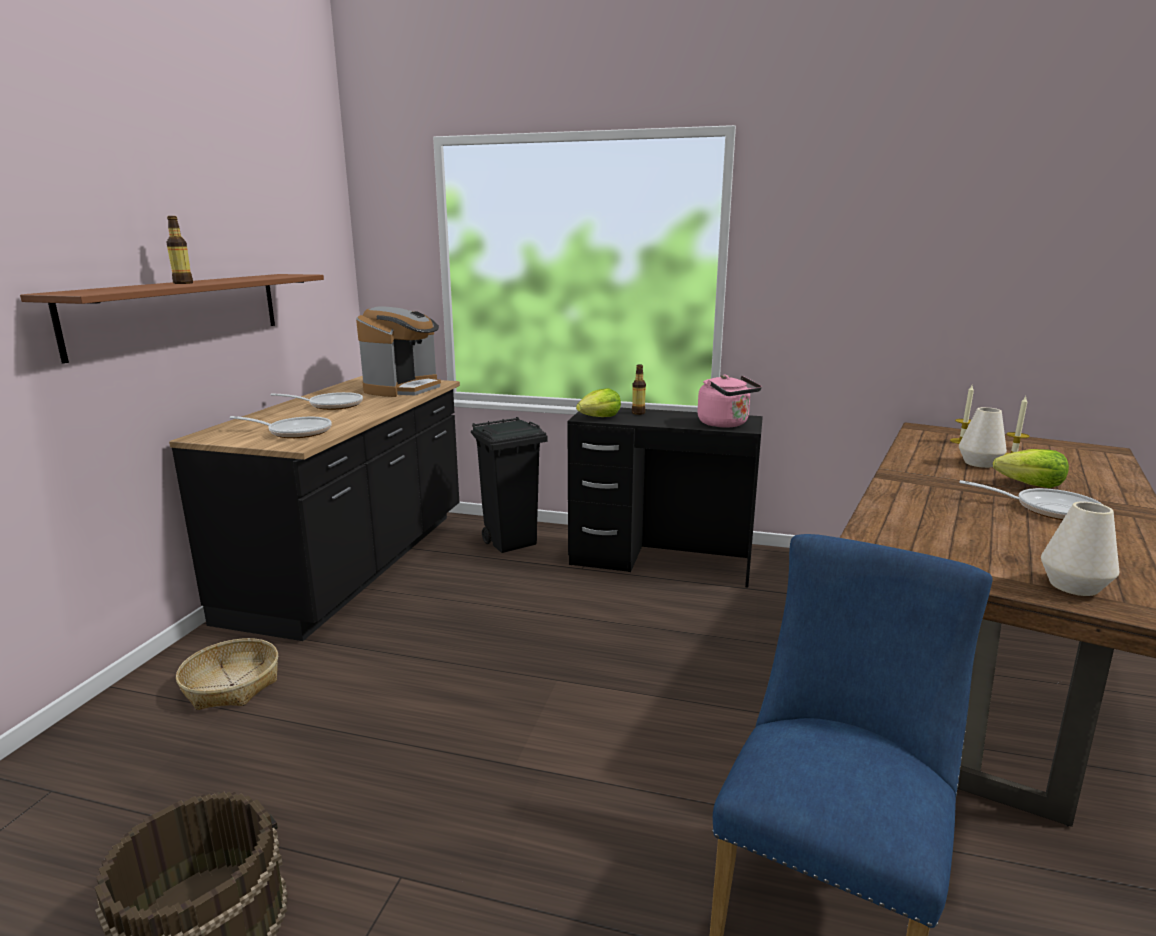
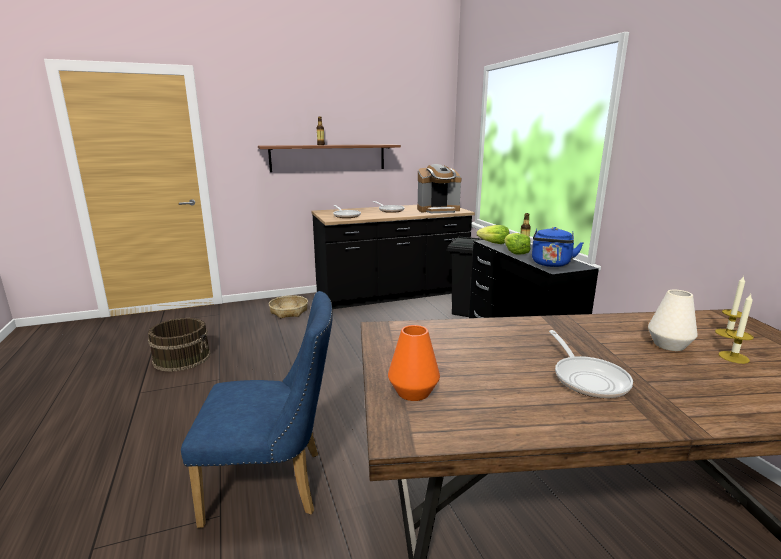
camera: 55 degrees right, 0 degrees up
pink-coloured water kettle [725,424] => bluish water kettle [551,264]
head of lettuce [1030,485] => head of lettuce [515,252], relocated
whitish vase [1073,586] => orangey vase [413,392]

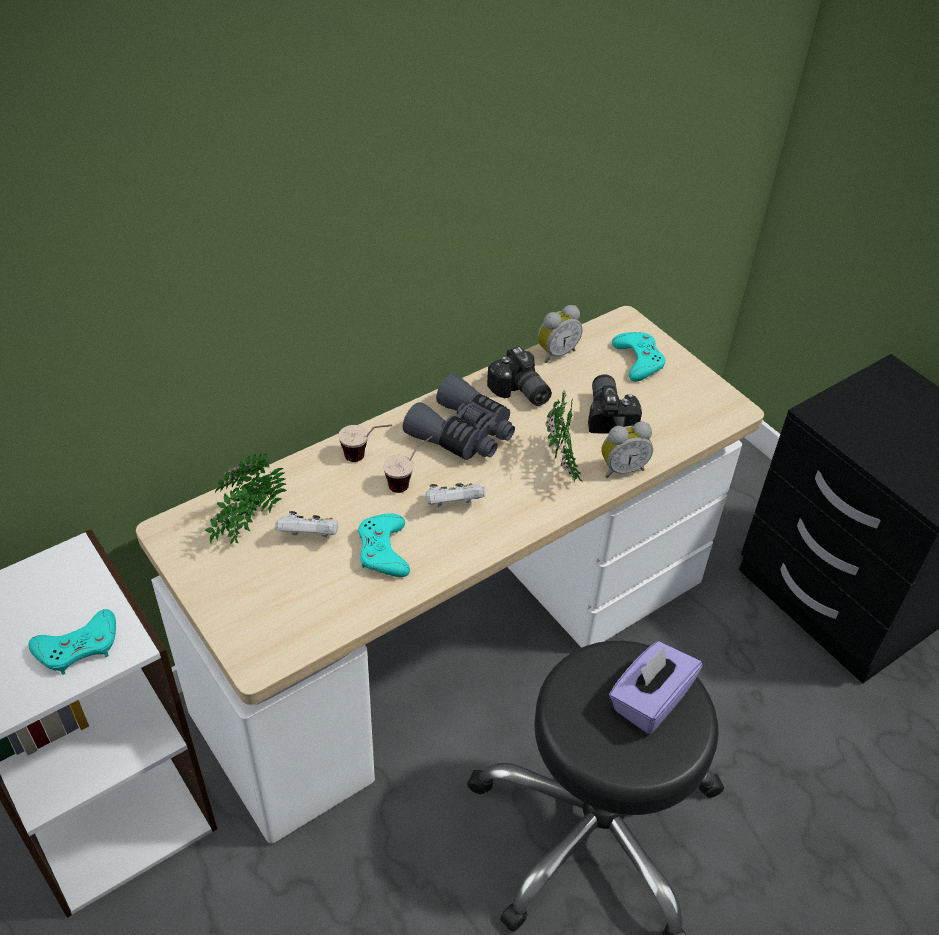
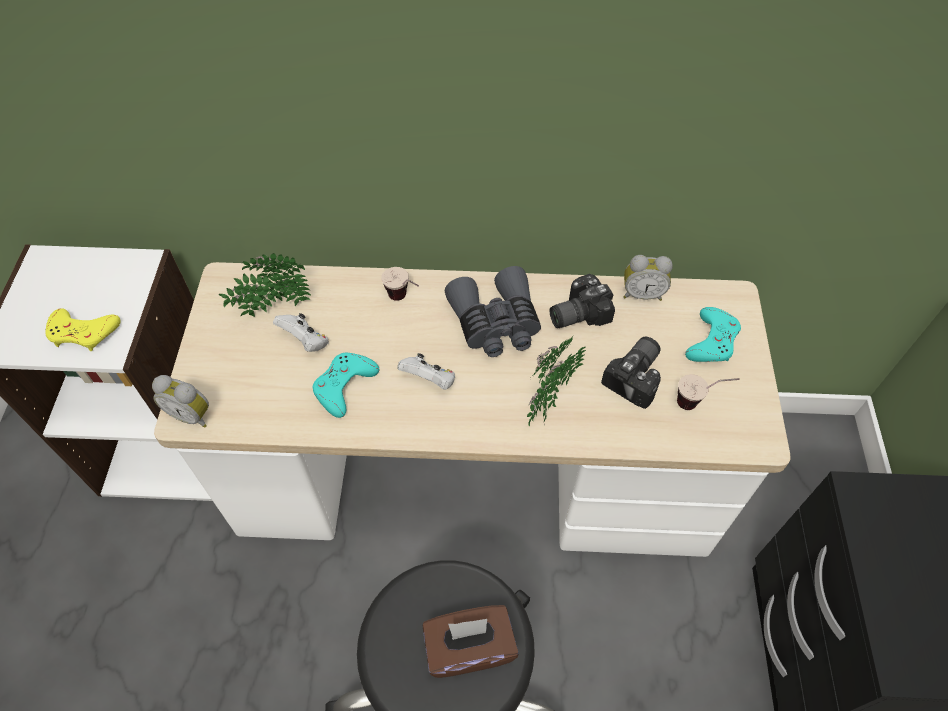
camera: 40 degrees right, 10 degrees up
turquoise gamepad [78,647] => yellow-coloured gamepad [83,332]
drinking cup [409,481] => drinking cup [699,402], relocated
still camera [519,392] => still camera [576,312], 60 degrees clockwise
table clock [622,468] => table clock [192,414], relocated
purple tissue box [649,700] => brown-coloured tissue box [469,648]

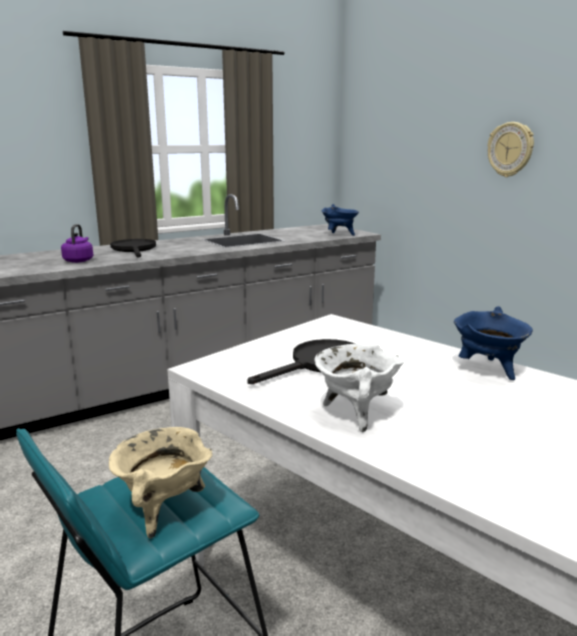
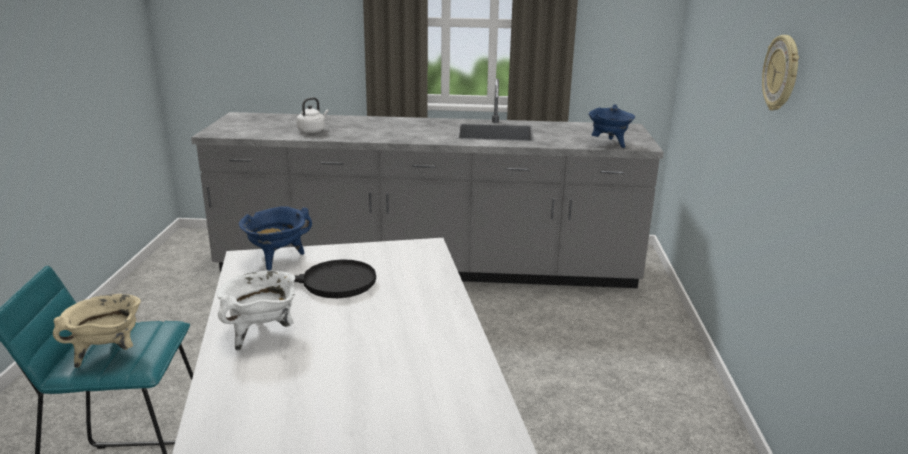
camera: 35 degrees right, 5 degrees up
purple water kettle [79,260] => whitish water kettle [312,131]
blackish pan [134,249] => nothing
bluish stockpot [488,370] => bluish stockpot [277,259], relocated

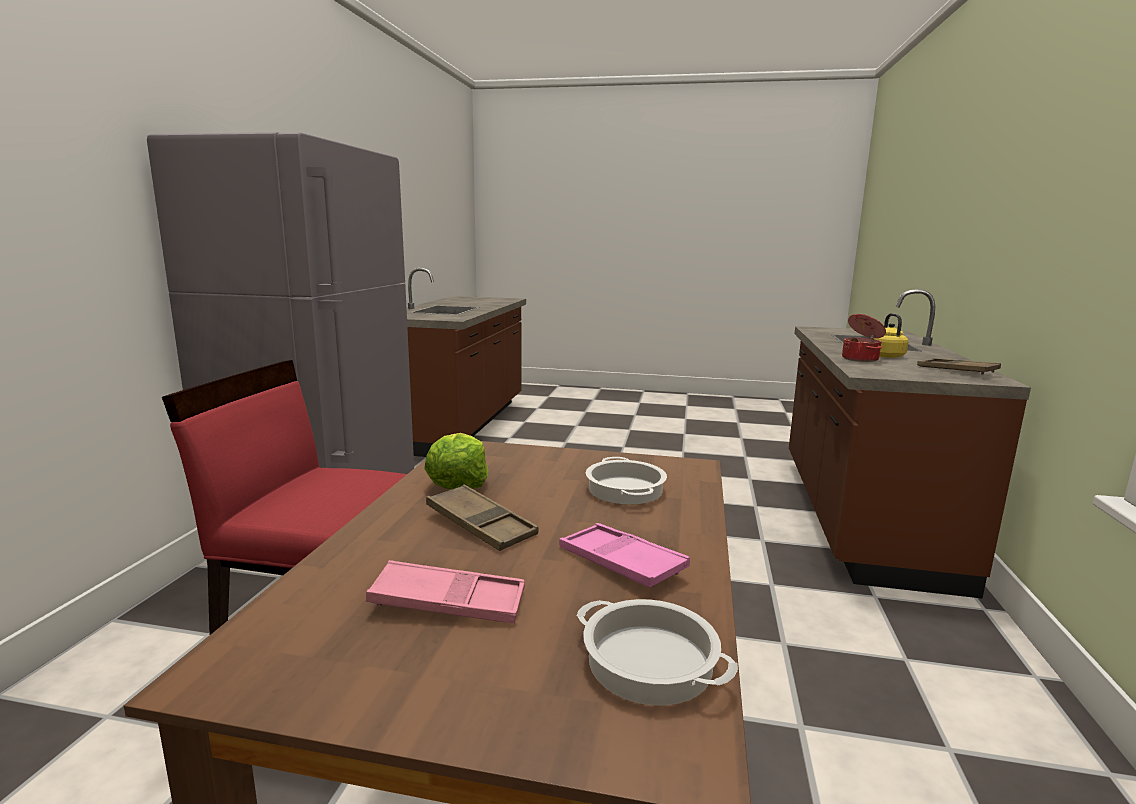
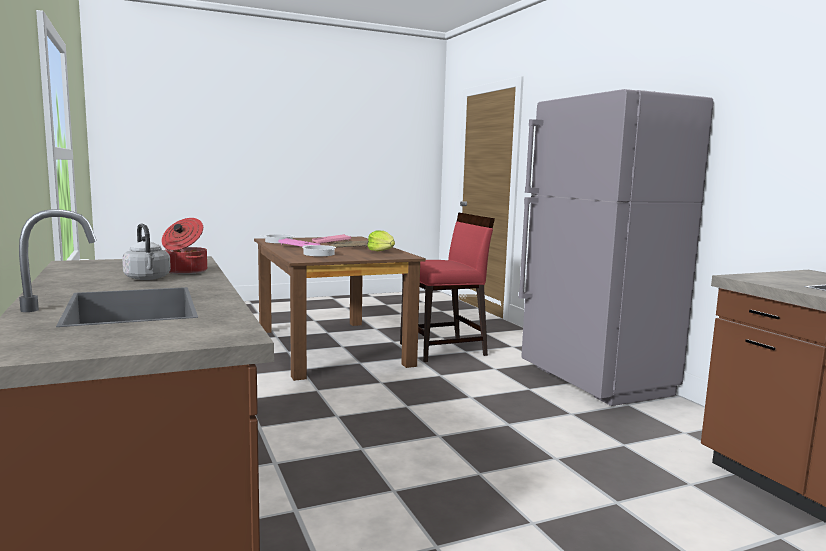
camera: 145 degrees right, 5 degrees down
yellow-coloured water kettle [885,356] => grey water kettle [148,278]
brown-coloured tray [956,370] => nothing

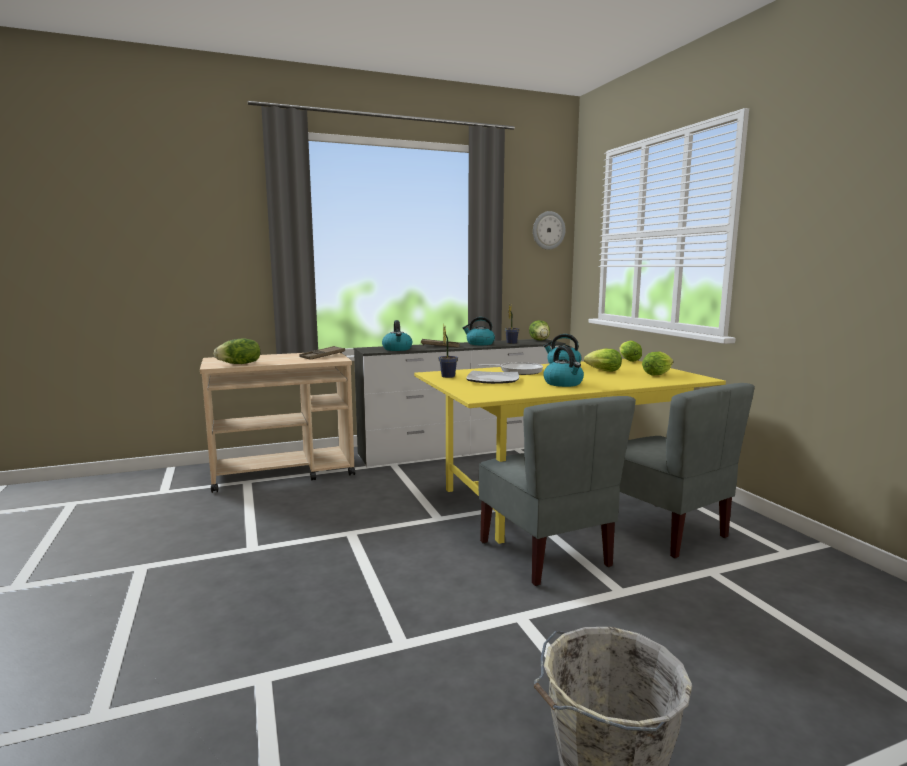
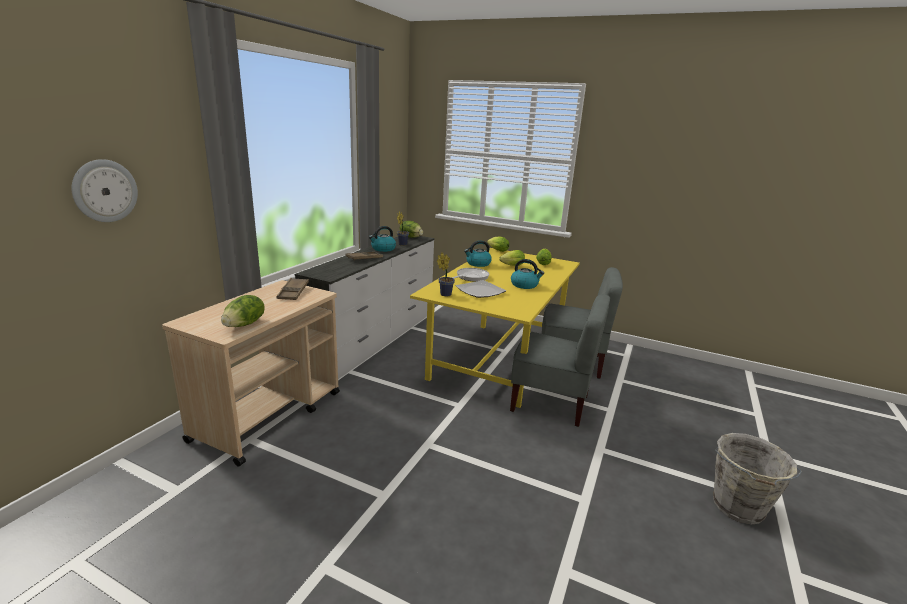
camera: 45 degrees left, 10 degrees up
water kettle [397,349] => nothing
wall clock [548,230] => wall clock [104,191], relocated

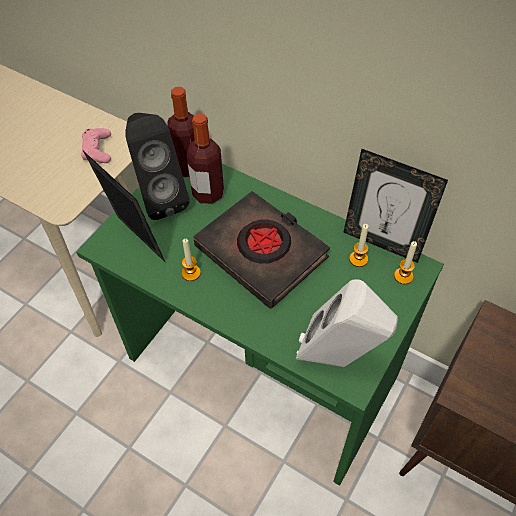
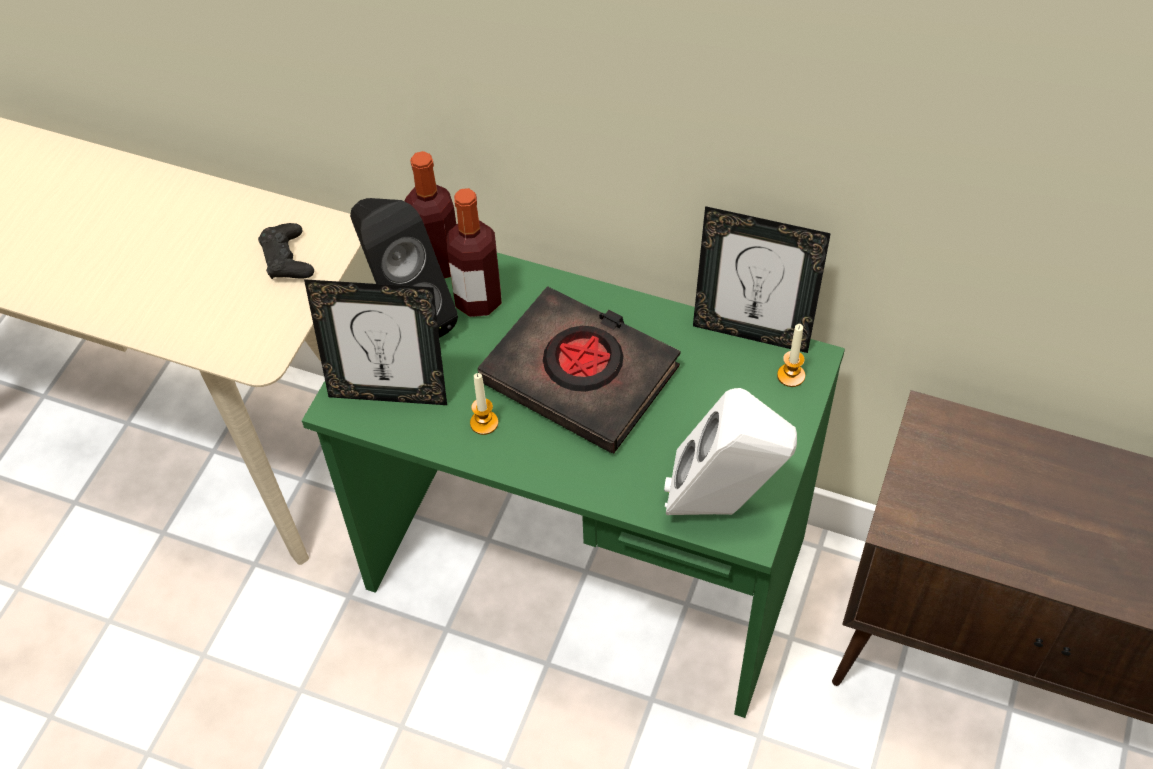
camera: 10 degrees left, 0 degrees up
pink-coloured gamepad [97,150] => blackish gamepad [287,259]
standing frame [136,243] => standing frame [389,393], 150 degrees clockwise
wax candle [358,259] => nothing

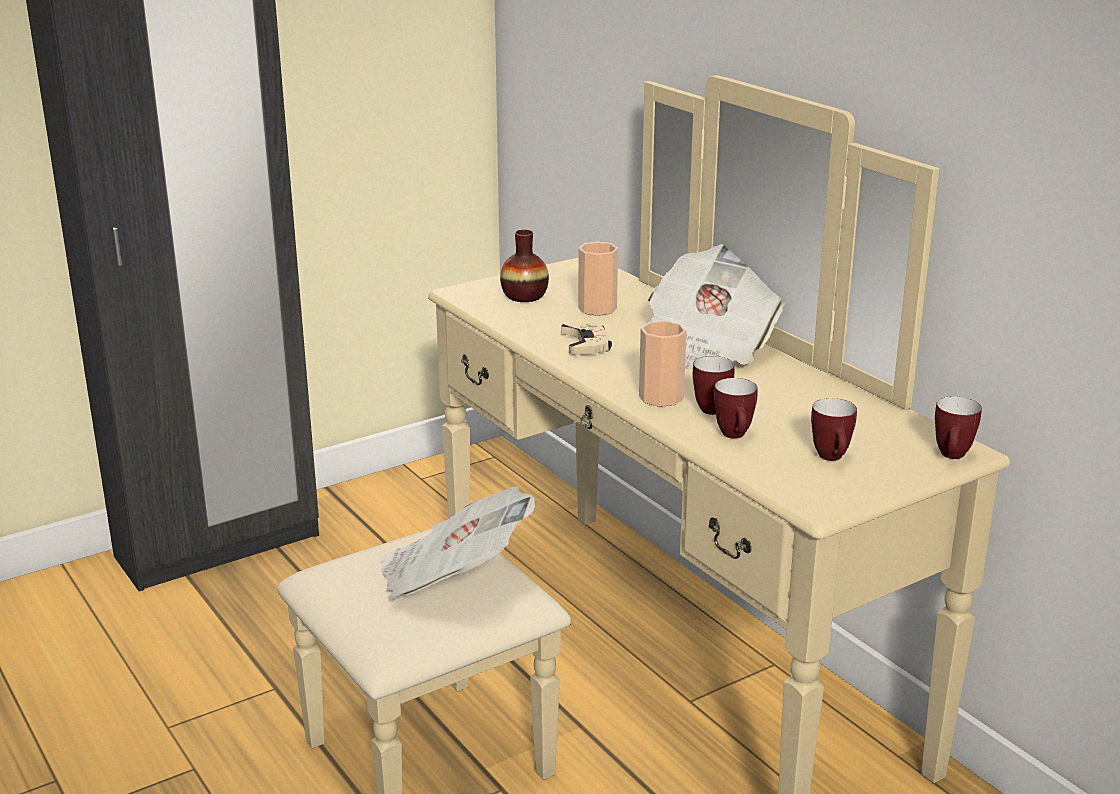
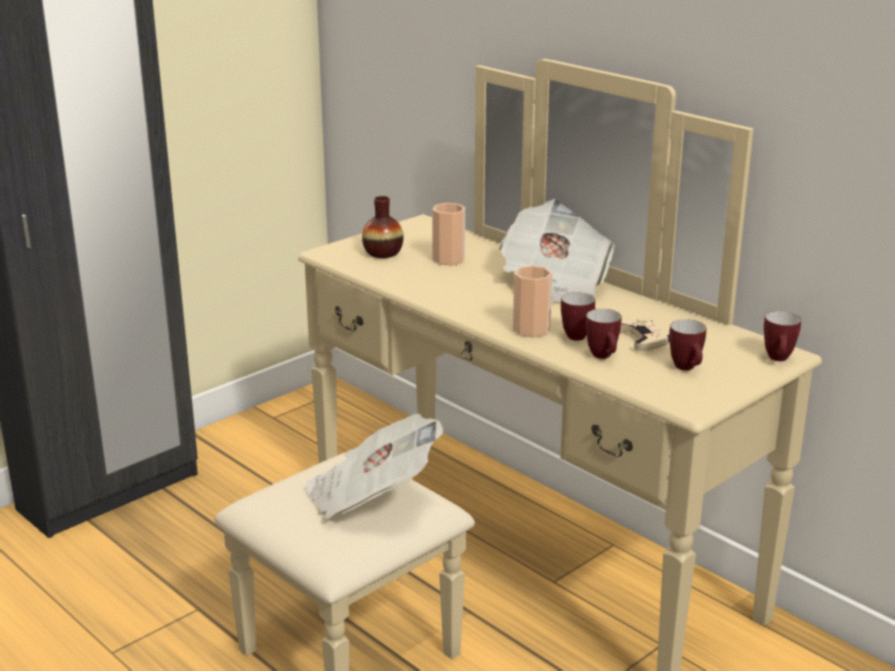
camera: 10 degrees left, 0 degrees up
beige gamepad [586,344] => beige gamepad [642,339], relocated

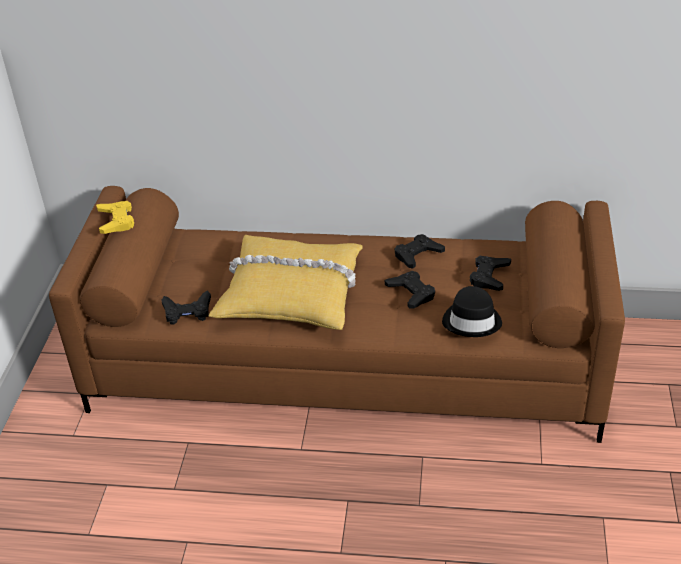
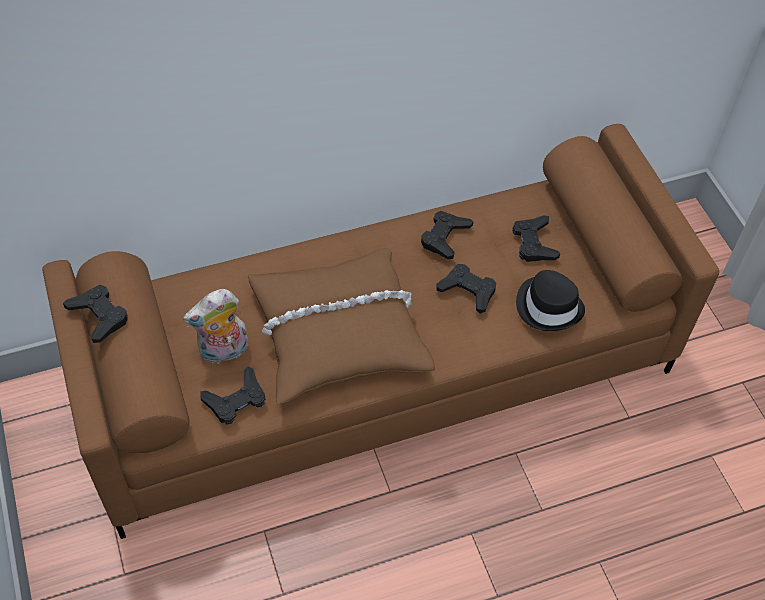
camera: 30 degrees left, 15 degrees up
yellow-coloured gamepad [116,221] => blackish gamepad [99,316]
yellow-coloured throw pillow [291,293] => brown-coloured throw pillow [338,333]
nothing => cuddly toy [223,352]

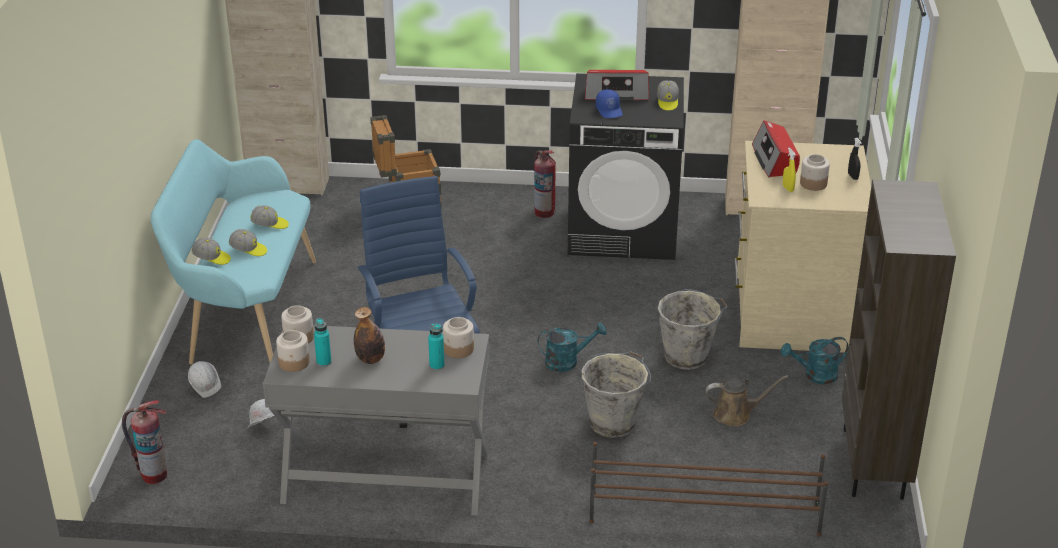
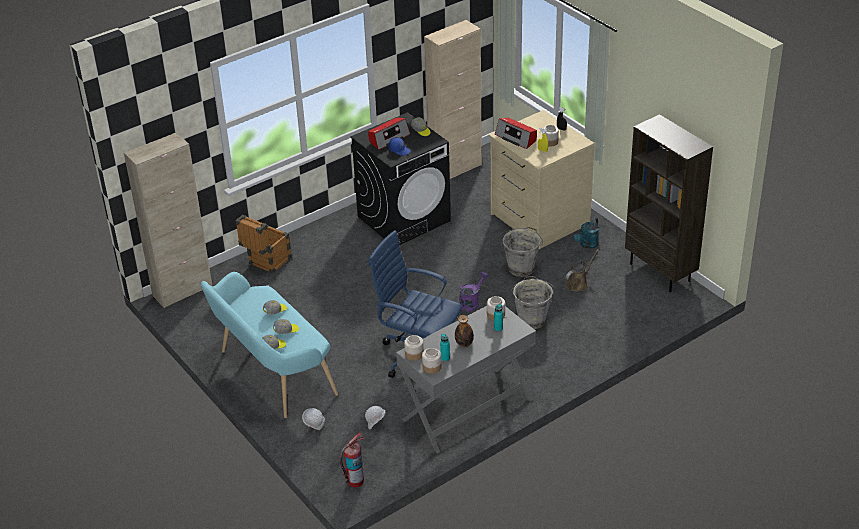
camera: 40 degrees left, 5 degrees up
extinguisher [544,212] => nothing
turquoise watering pot [567,361] => purple watering pot [471,302]
brown-coloured shoe shelf [703,513] => nothing

